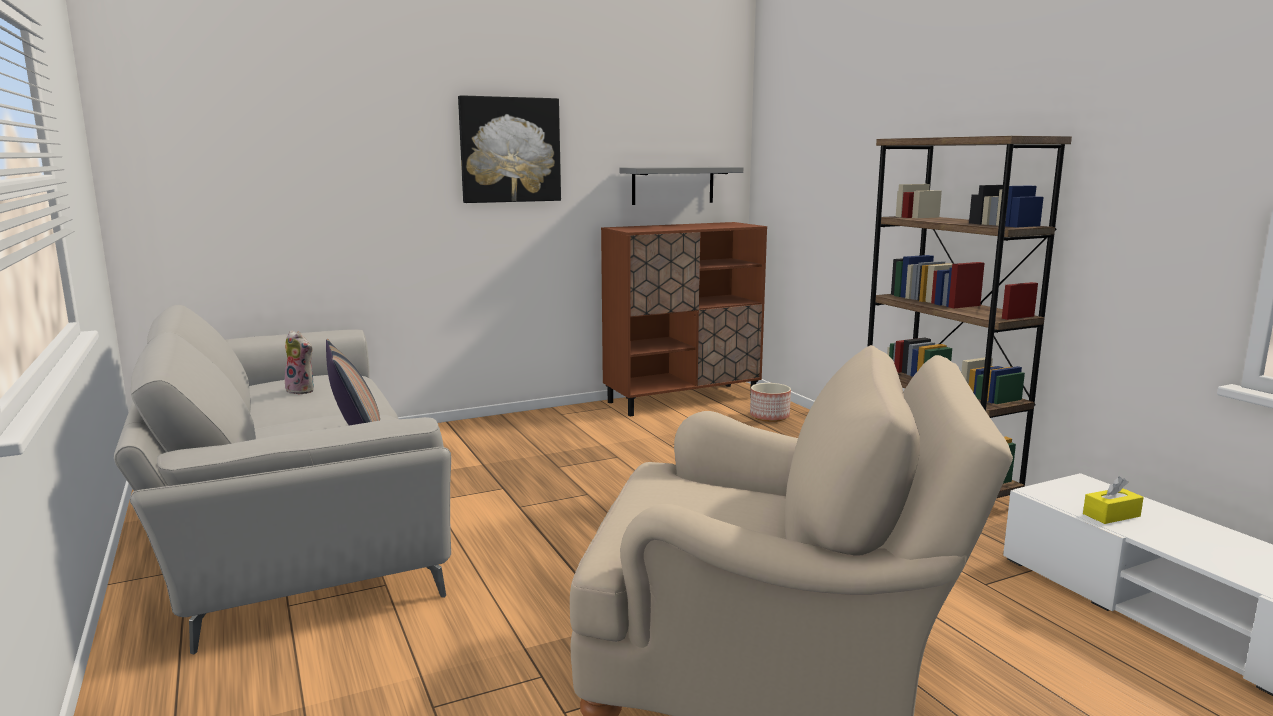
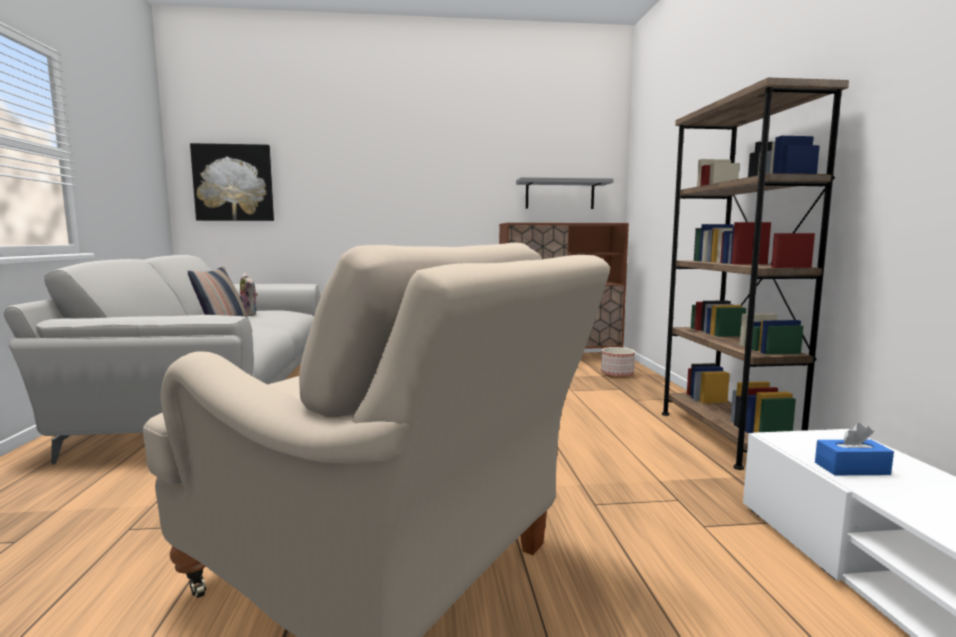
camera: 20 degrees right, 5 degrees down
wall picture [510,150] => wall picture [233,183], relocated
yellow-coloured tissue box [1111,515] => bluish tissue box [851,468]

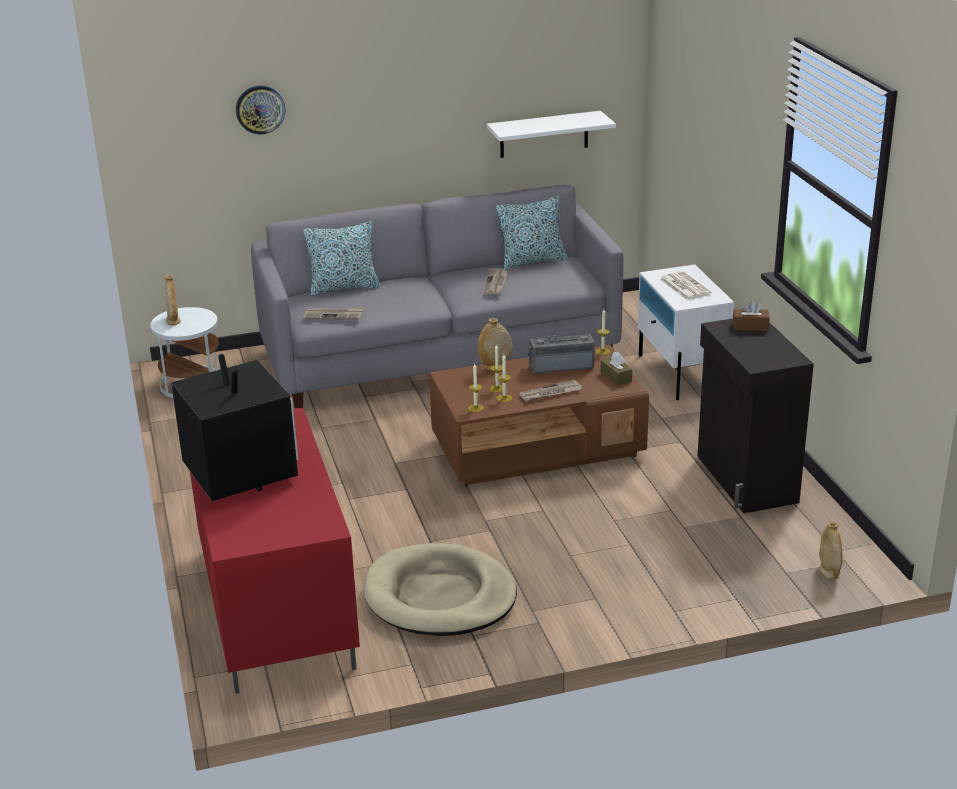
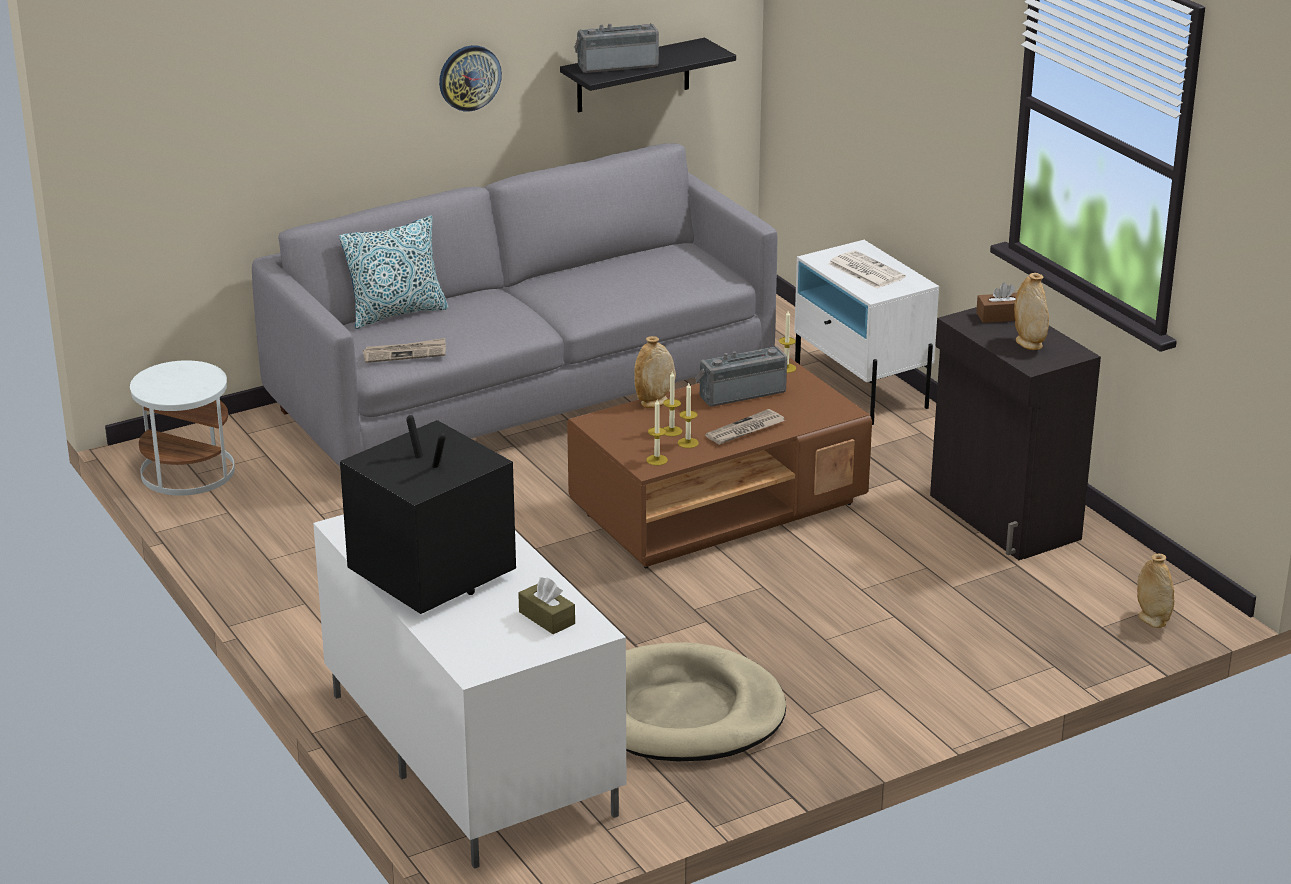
camera: 15 degrees left, 0 degrees up
beige vase [173,321] => beige vase [1029,344], relocated
red-coloured tv unit [274,606] => whitish tv unit [467,753]
wall clock [260,109] => wall clock [469,77], relocated
daily paper [496,283] => nothing
whitish bracket shelf [544,134] => blackish bracket shelf [633,76]
throw pillow [532,261] => nothing
brown-coloured tissue box [616,377] => brown-coloured tissue box [547,618], relocated
nothing => radio [617,65]

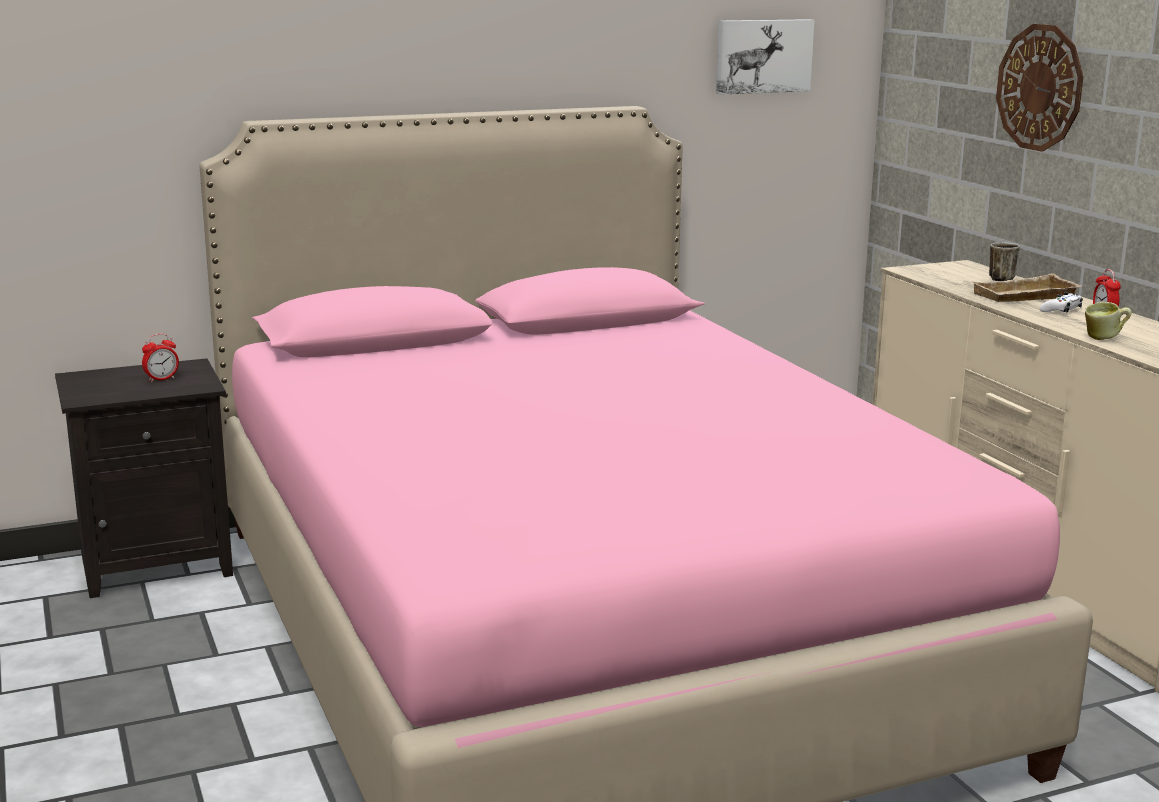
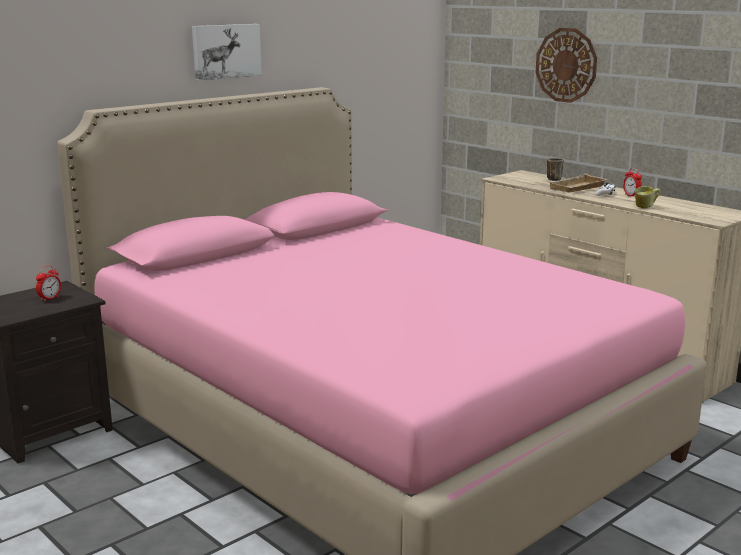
camera: 20 degrees left, 0 degrees up
wall picture [762,56] => wall picture [225,51], relocated

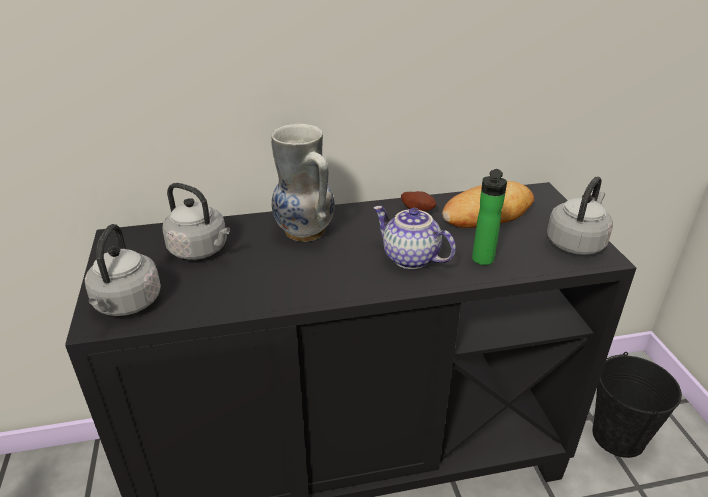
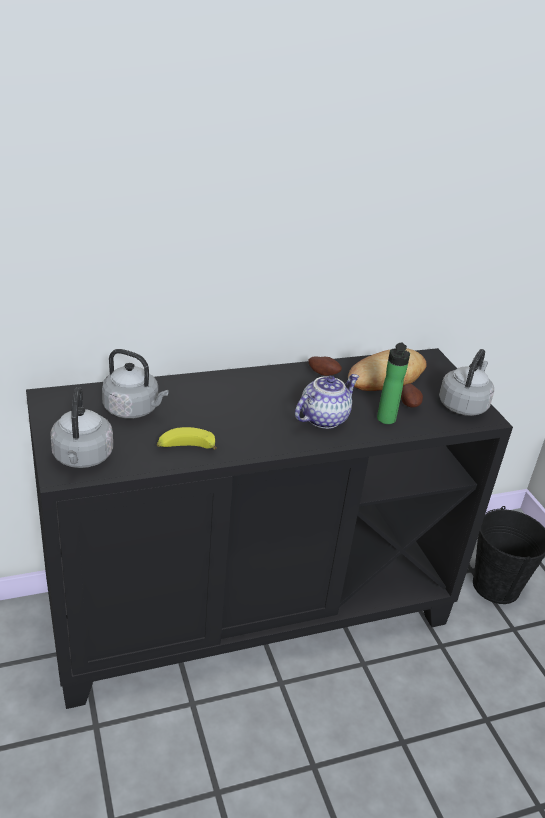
camera: 10 degrees left, 0 degrees up
vase [303,232] => nothing
tea pot [409,258] => tea pot [323,418], 105 degrees clockwise
nothing => banana fruit [185,448]
nothing => potato [410,404]

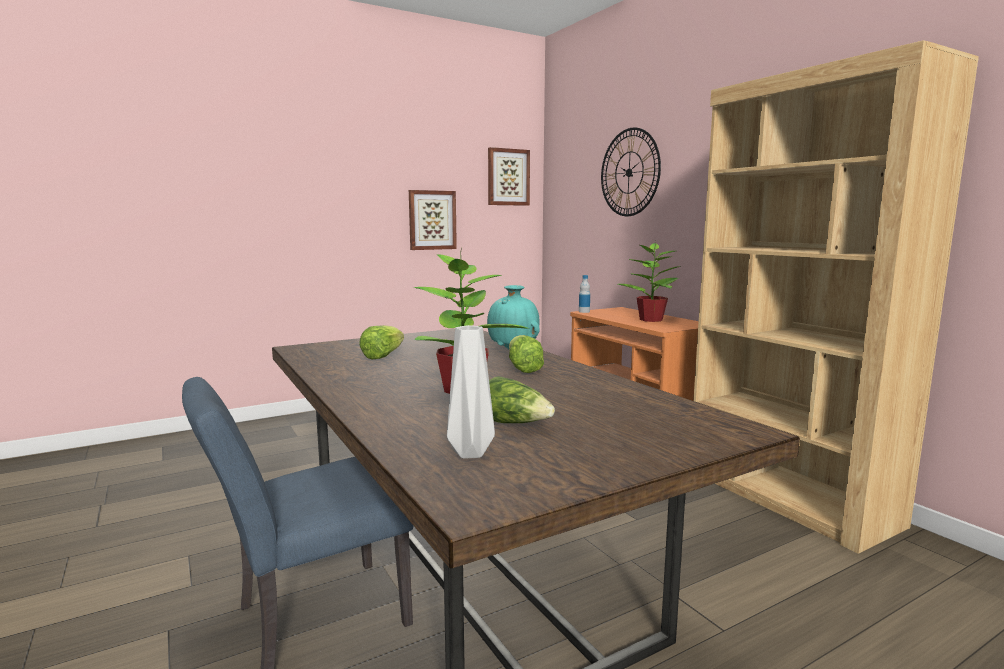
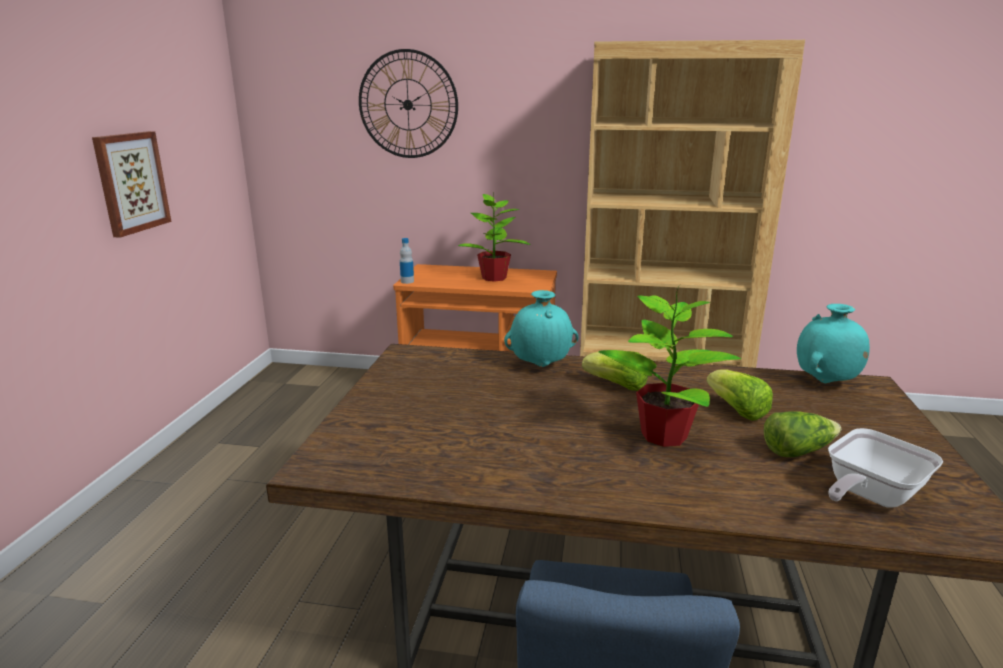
camera: 50 degrees left, 10 degrees up
head of lettuce [382,356] => head of lettuce [736,410], relocated
grey vase [472,453] => pan [869,495]
wall picture [508,177] => nothing
nothing => turquoise vase [825,382]

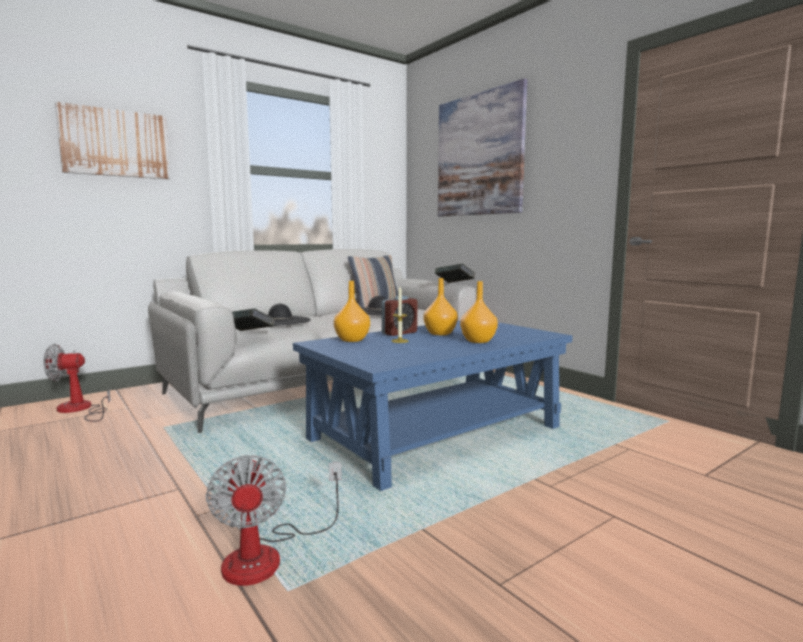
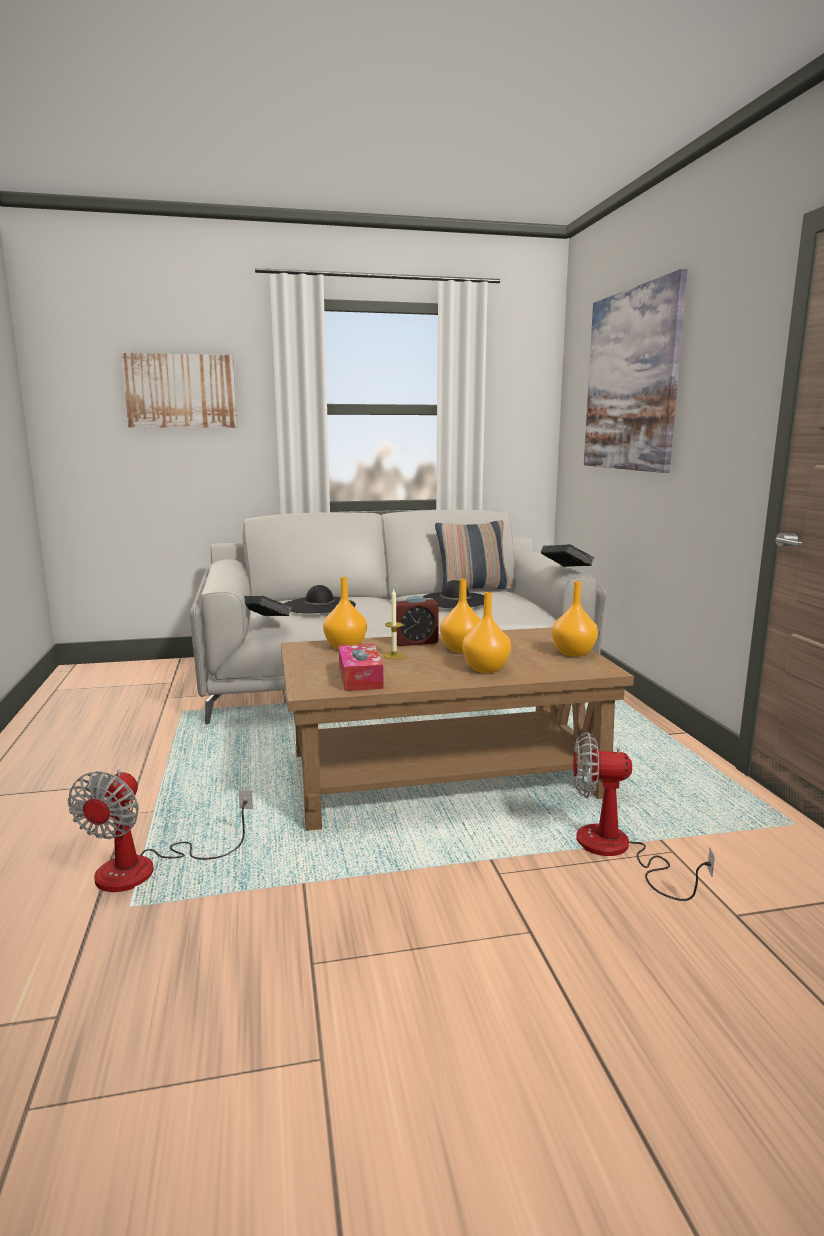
camera: 25 degrees right, 5 degrees up
fan [79,410] => fan [617,851], relocated
bluish coffee table [436,432] => brown-coloured coffee table [444,773]
nothing => tissue box [360,678]
nothing => orangey vase [573,653]

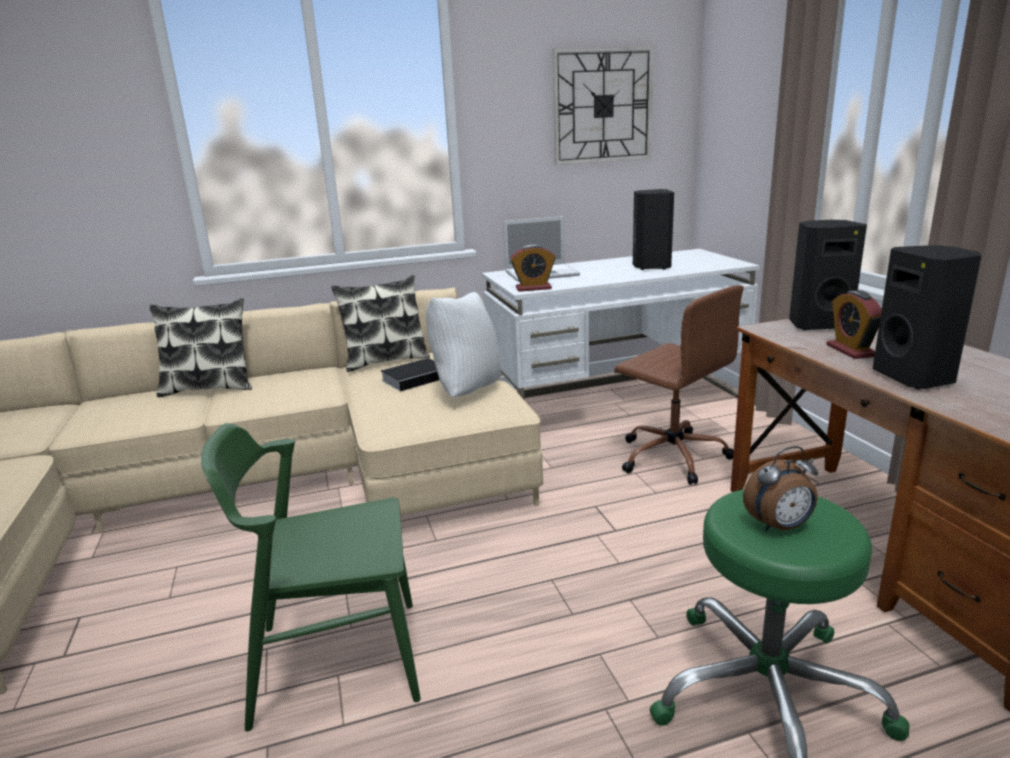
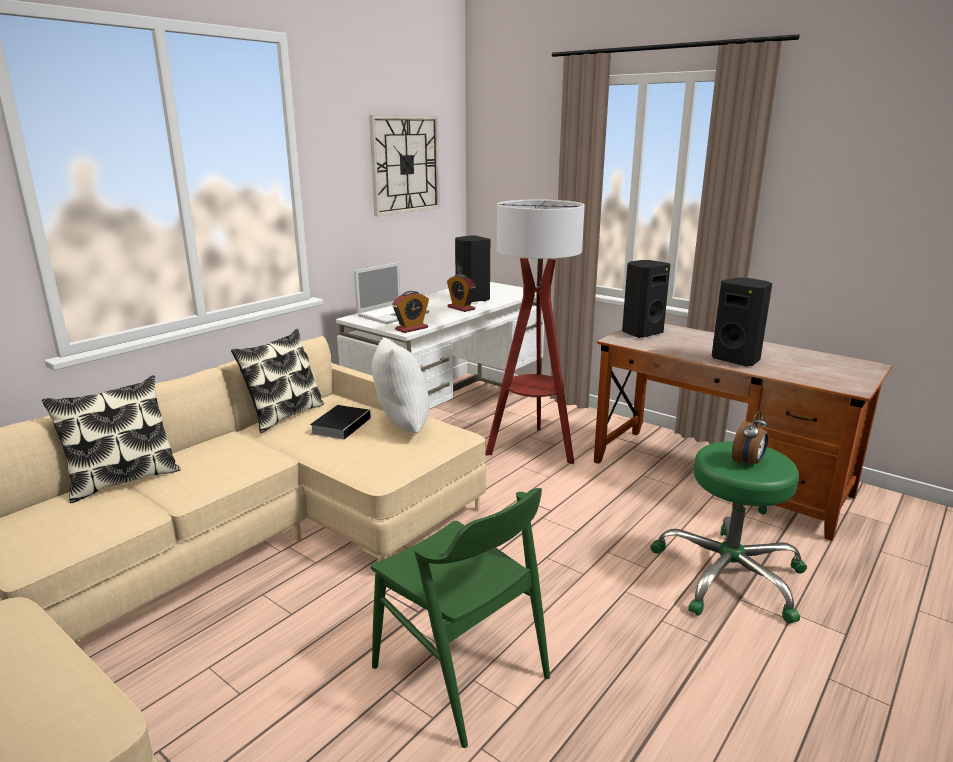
camera: 35 degrees left, 0 degrees up
green-coloured plain chair [336,661] => green-coloured plain chair [461,672], 90 degrees counterclockwise
brown-coloured office chair [671,456] => standing lamp [532,448]
table clock [851,350] => table clock [461,308], relocated

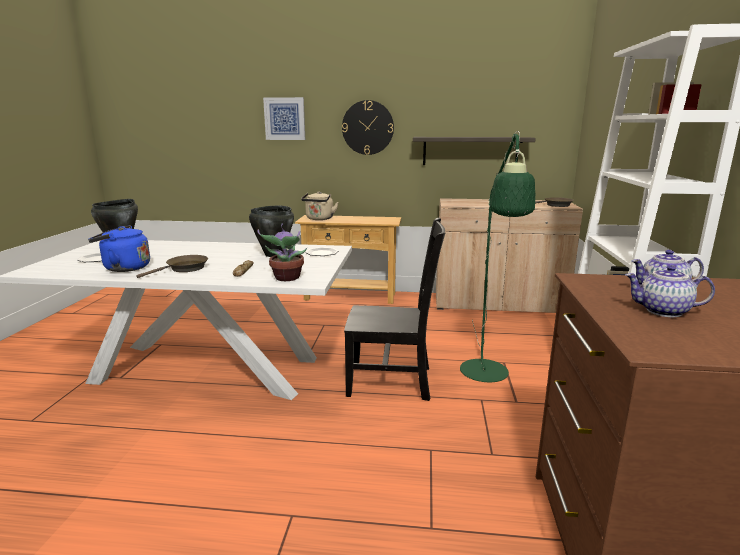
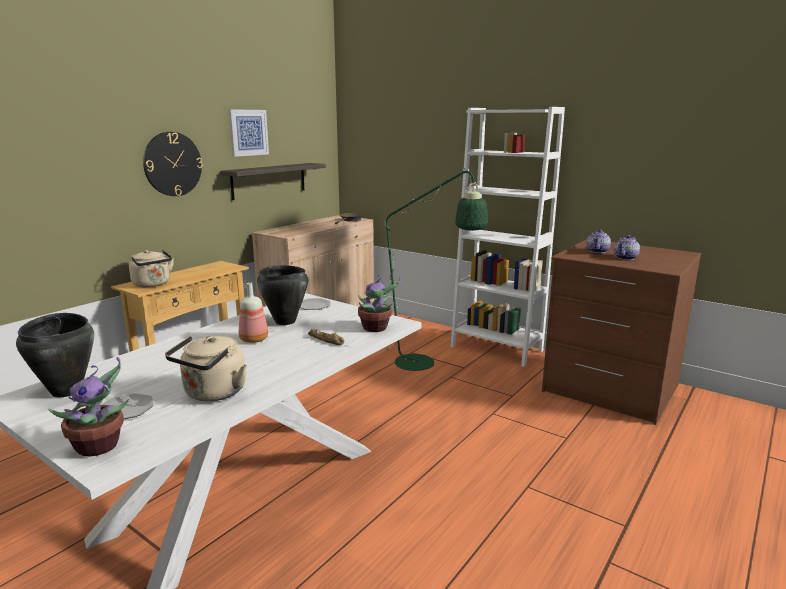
camera: 60 degrees left, 0 degrees up
bluish water kettle [124,268] => beige water kettle [213,394]
brown-coloured pan [184,269] => nothing
wall picture [285,118] => wall picture [248,132], relocated
blackish plain chair [393,381] => nothing
nothing => potted plant [100,446]
nothing => drink bottle [254,339]

